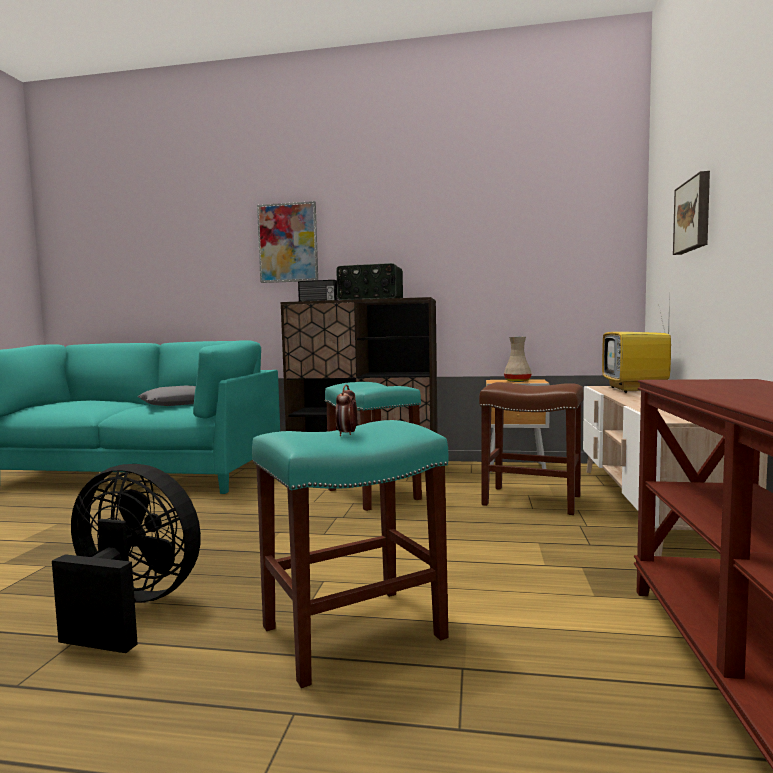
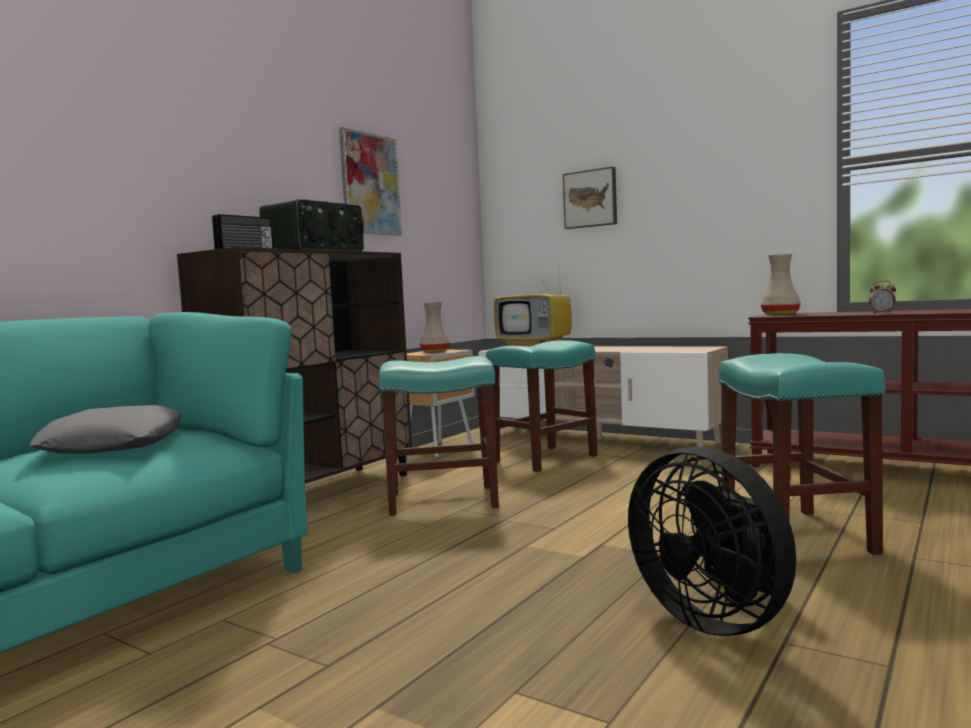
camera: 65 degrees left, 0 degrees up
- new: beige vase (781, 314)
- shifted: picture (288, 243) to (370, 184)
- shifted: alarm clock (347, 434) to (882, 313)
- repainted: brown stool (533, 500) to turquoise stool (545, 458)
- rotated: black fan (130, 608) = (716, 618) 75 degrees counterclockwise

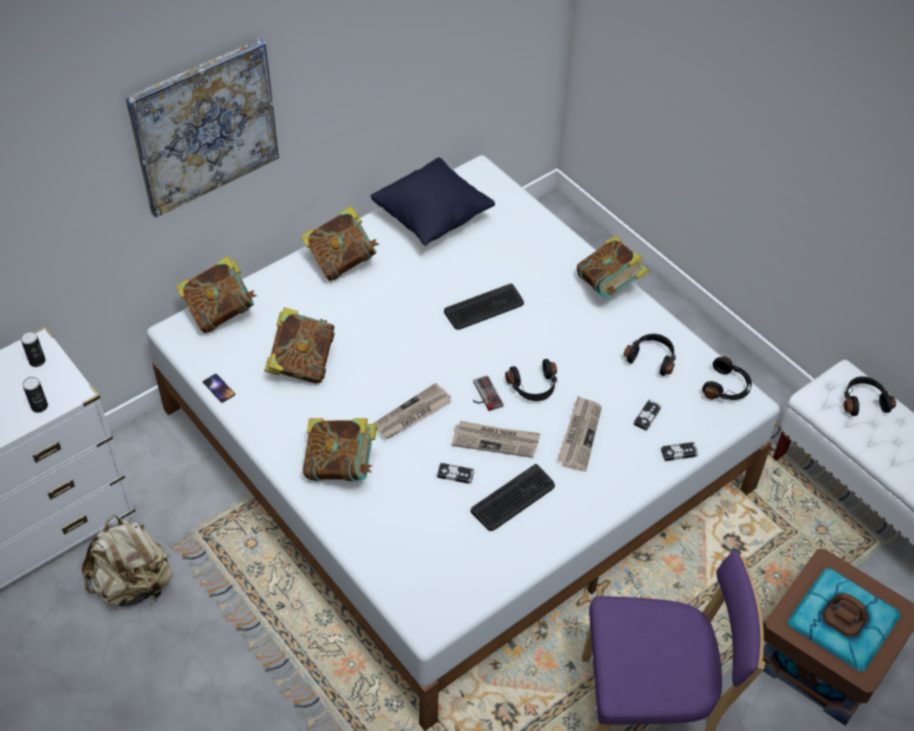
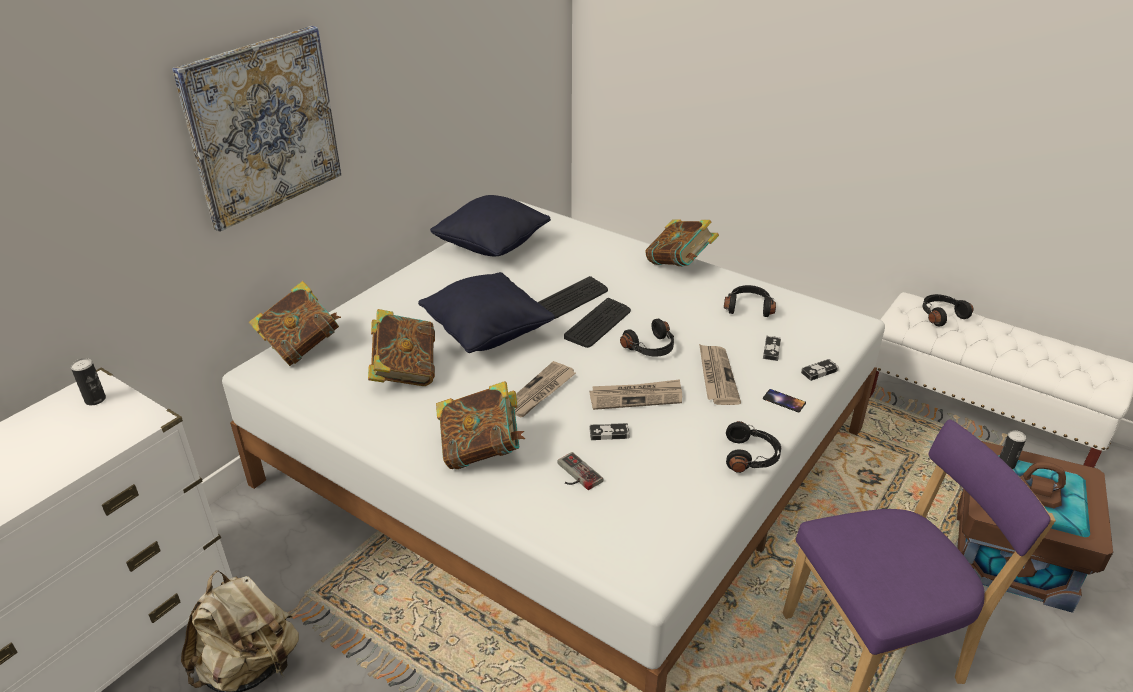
camera: 15 degrees left, 15 degrees down
- gone: book (342, 262)
- new: black pillow (487, 334)
- shifted: can (39, 406) to (1006, 464)
- shifted: phone (219, 388) to (784, 401)
- shifted: keyboard (513, 498) to (598, 324)
- shifted: game controller (483, 395) to (575, 475)
- shifted: black headphones (727, 387) to (751, 456)

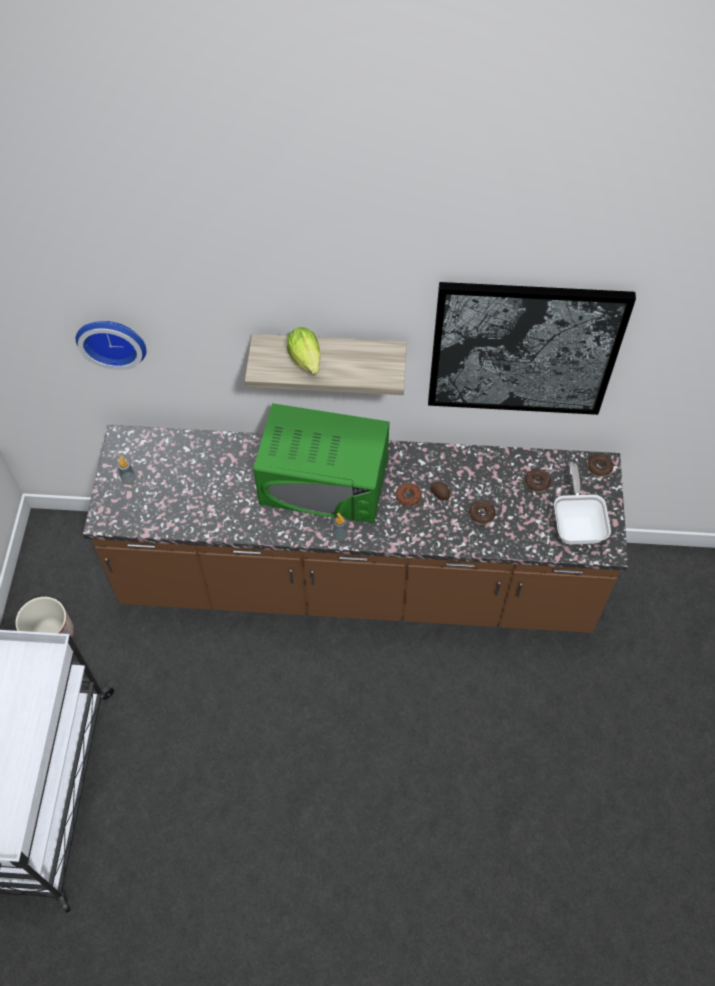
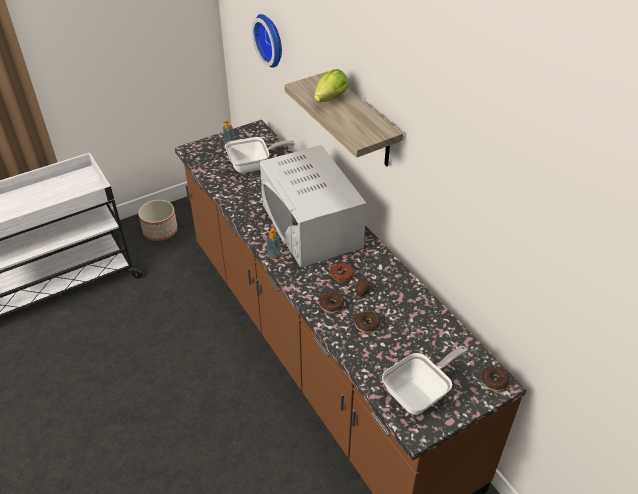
camera: 55 degrees right, 15 degrees down
- gone: picture (524, 349)
- new: frying pan (253, 165)
- shifted: donut (536, 483) to (331, 305)
- repainted: green microwave (324, 481) to white microwave (311, 226)

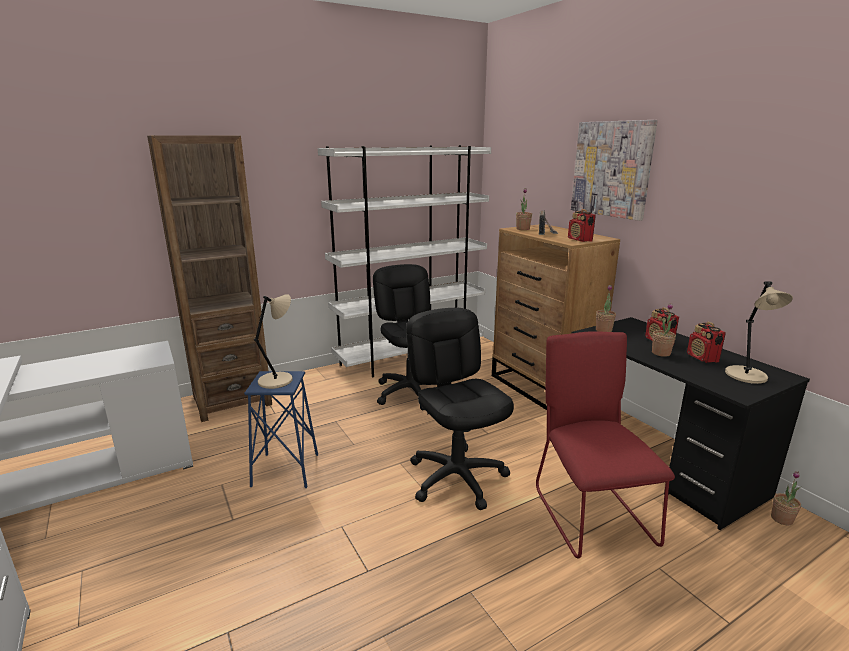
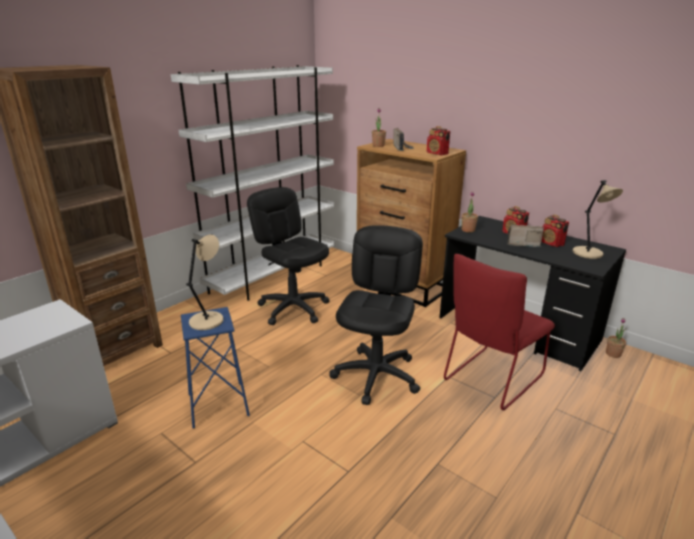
camera: 20 degrees left, 5 degrees up
- gone: picture (611, 169)
- swapped: potted plant (661, 353) to radio (521, 244)
- rotated: black office chair (457, 477) = (376, 376) 60 degrees clockwise
- rotated: red chair (589, 512) = (490, 379) 105 degrees counterclockwise

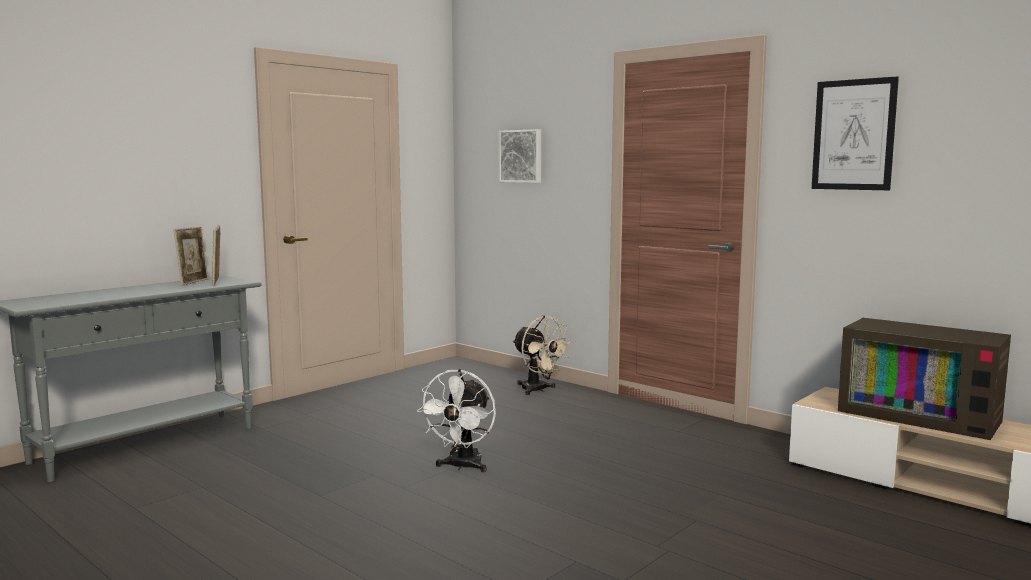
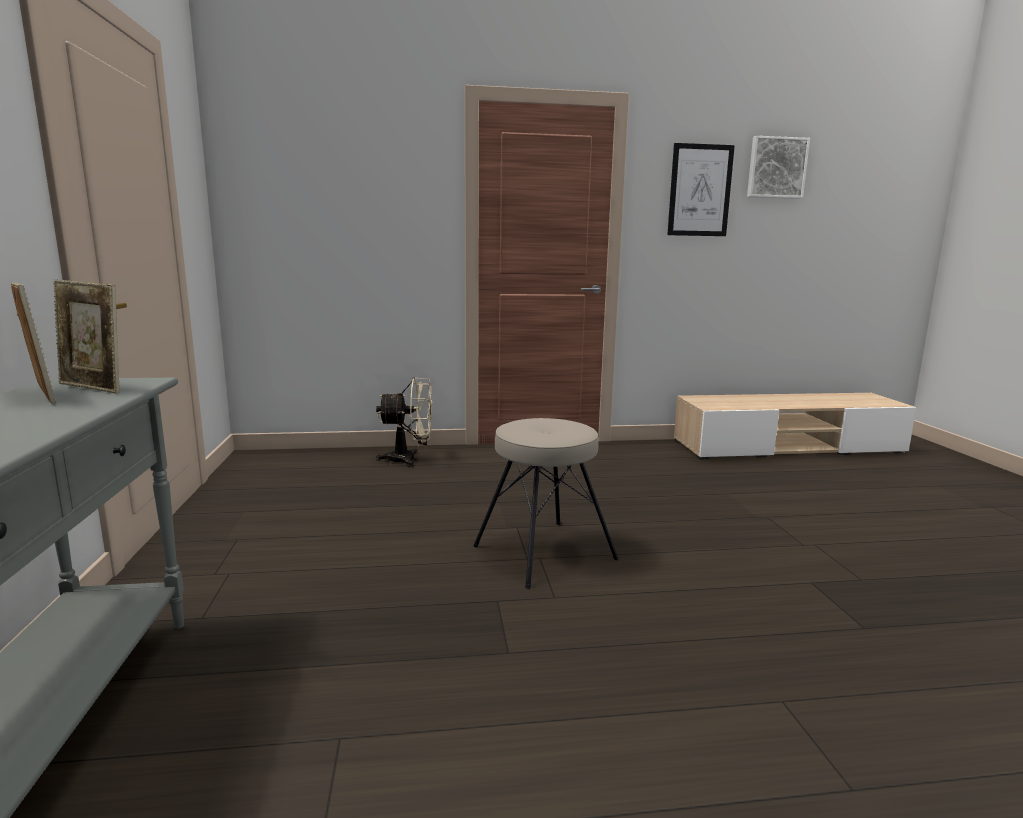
camera: 50 degrees left, 5 degrees up
- gone: television (921, 415)
- shifted: picture (521, 156) to (776, 168)
- swapped: white fan (462, 467) to beige stool (543, 551)

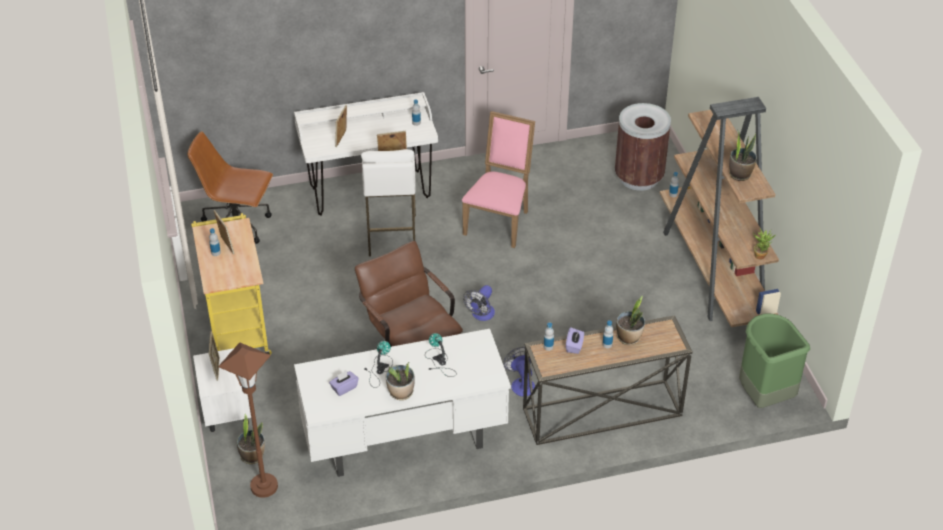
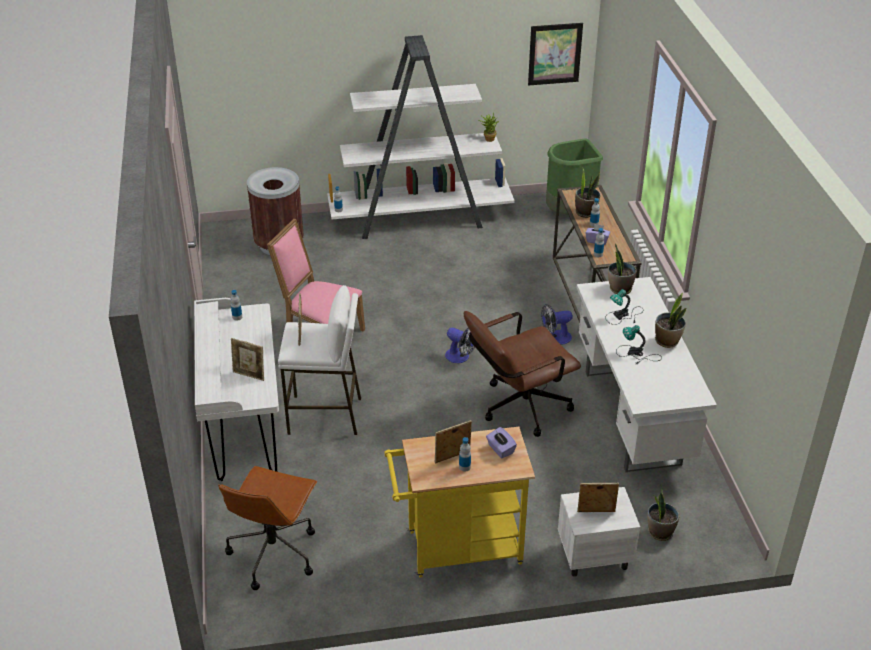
camera: 85 degrees left, 5 degrees down
- gone: brown floor lamp (264, 486)
- new: picture (554, 54)
- shifted: purple tissue box (344, 388) to (500, 449)
- shifted: potted plant (740, 174) to (619, 289)
- repainted: brown bookcase (714, 272) to white bookcase (421, 218)

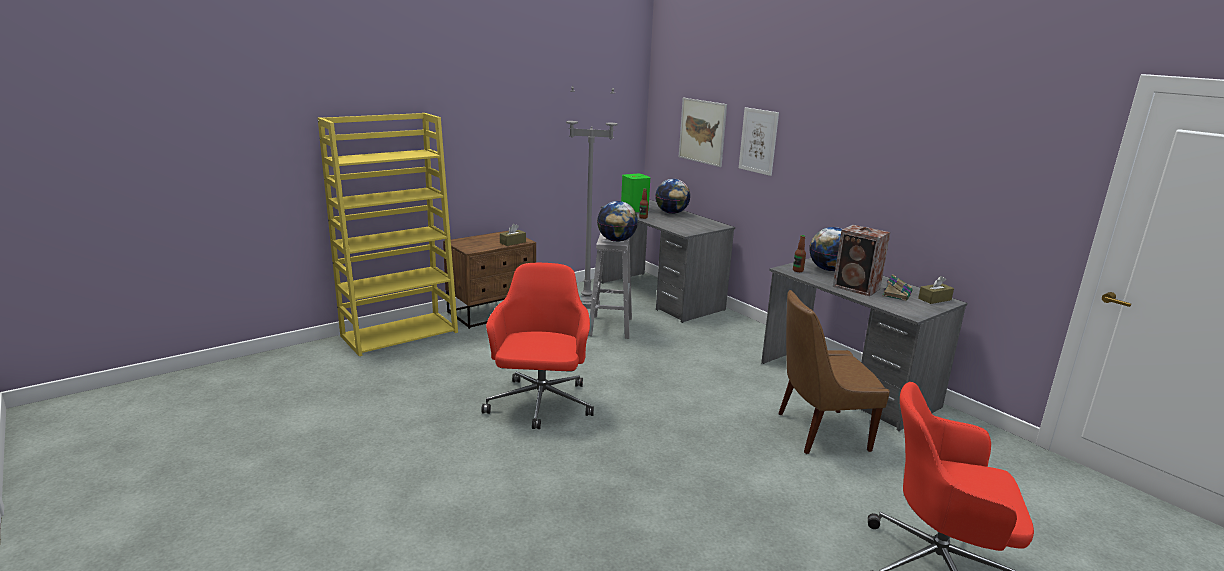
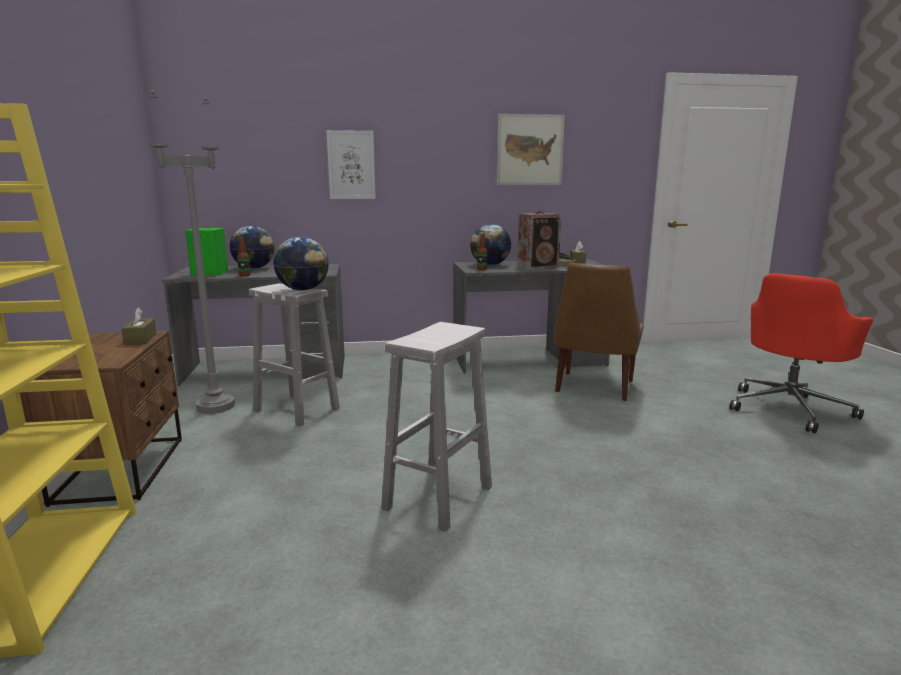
camera: 60 degrees left, 5 degrees down
- shifted: picture (702, 131) to (530, 150)
- swapped: red office chair (540, 405) to white stool (439, 497)

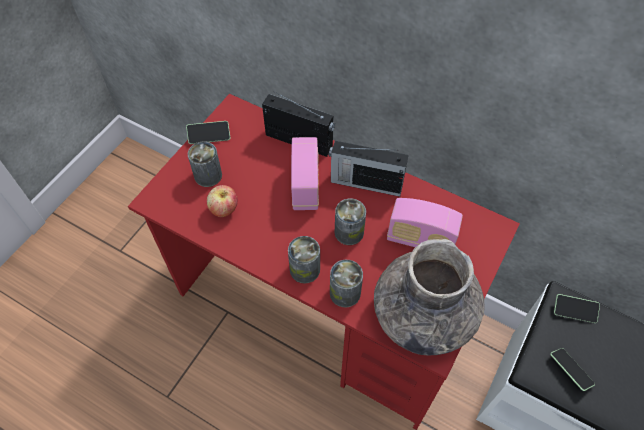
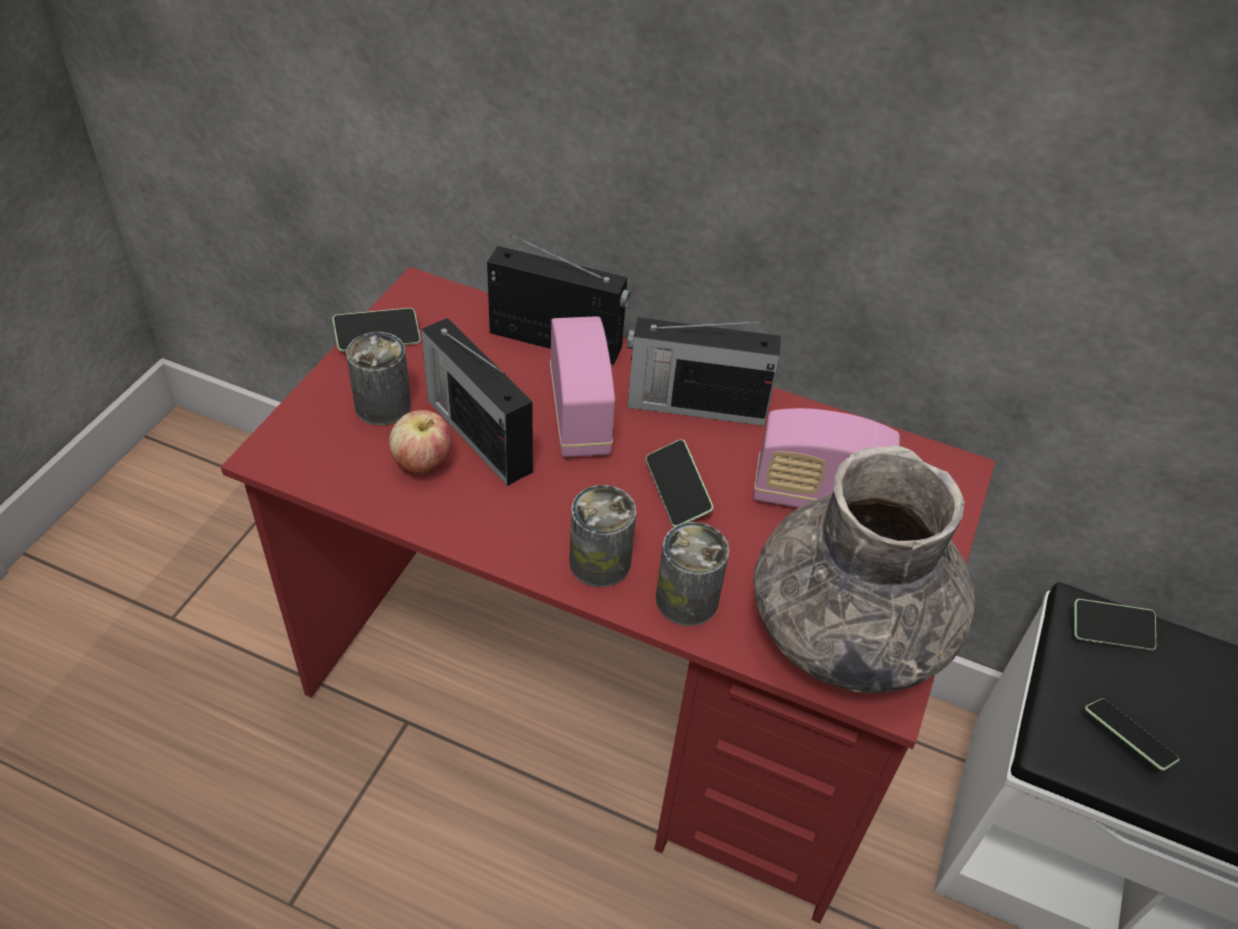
camera: 10 degrees left, 10 degrees down
- new: radio (477, 433)
- swapped: can (349, 232) to phone (677, 491)

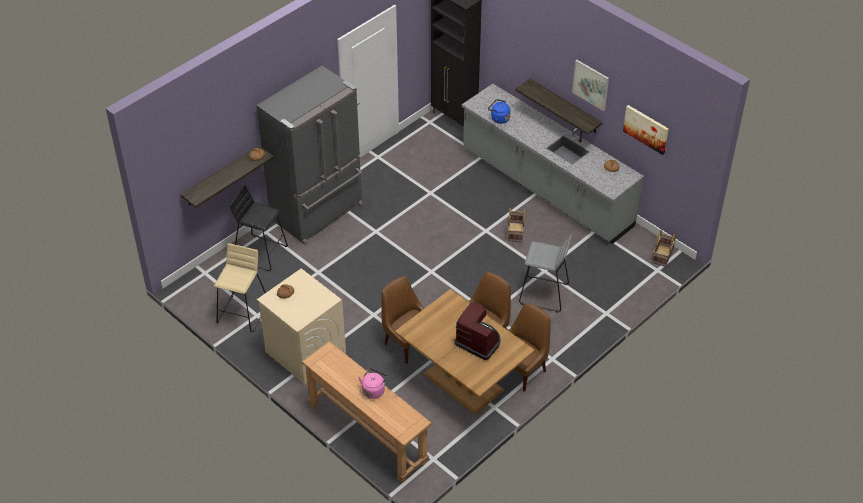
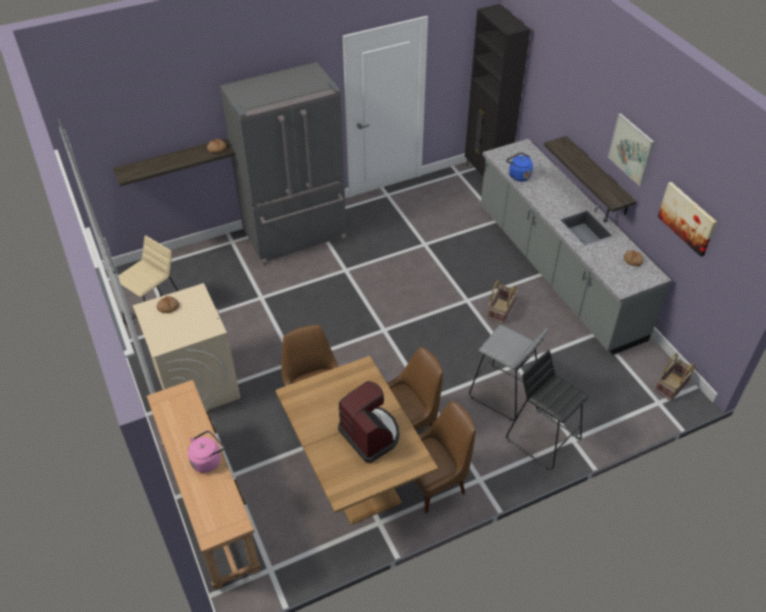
camera: 20 degrees right, 0 degrees up
- shifted: black stool (260, 252) to (543, 438)

